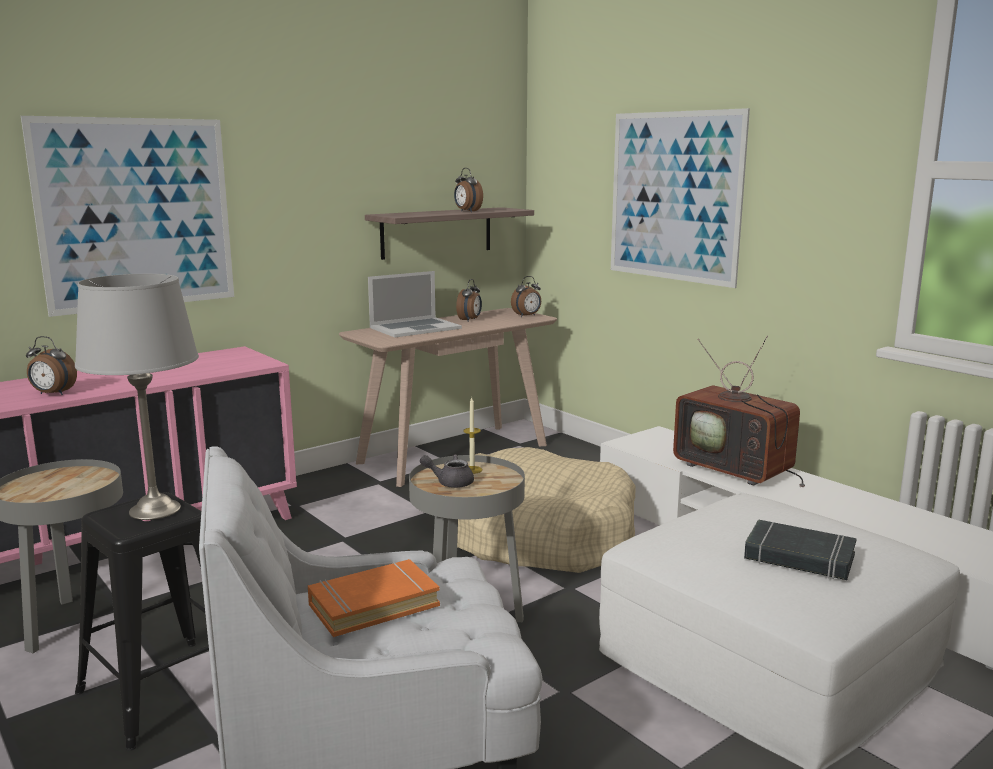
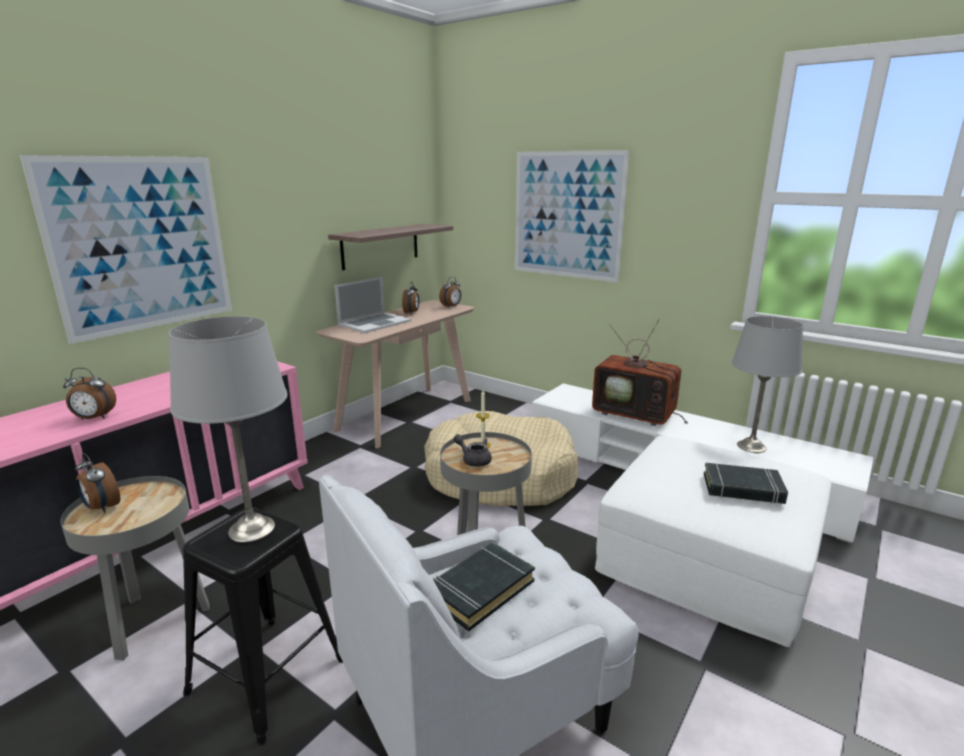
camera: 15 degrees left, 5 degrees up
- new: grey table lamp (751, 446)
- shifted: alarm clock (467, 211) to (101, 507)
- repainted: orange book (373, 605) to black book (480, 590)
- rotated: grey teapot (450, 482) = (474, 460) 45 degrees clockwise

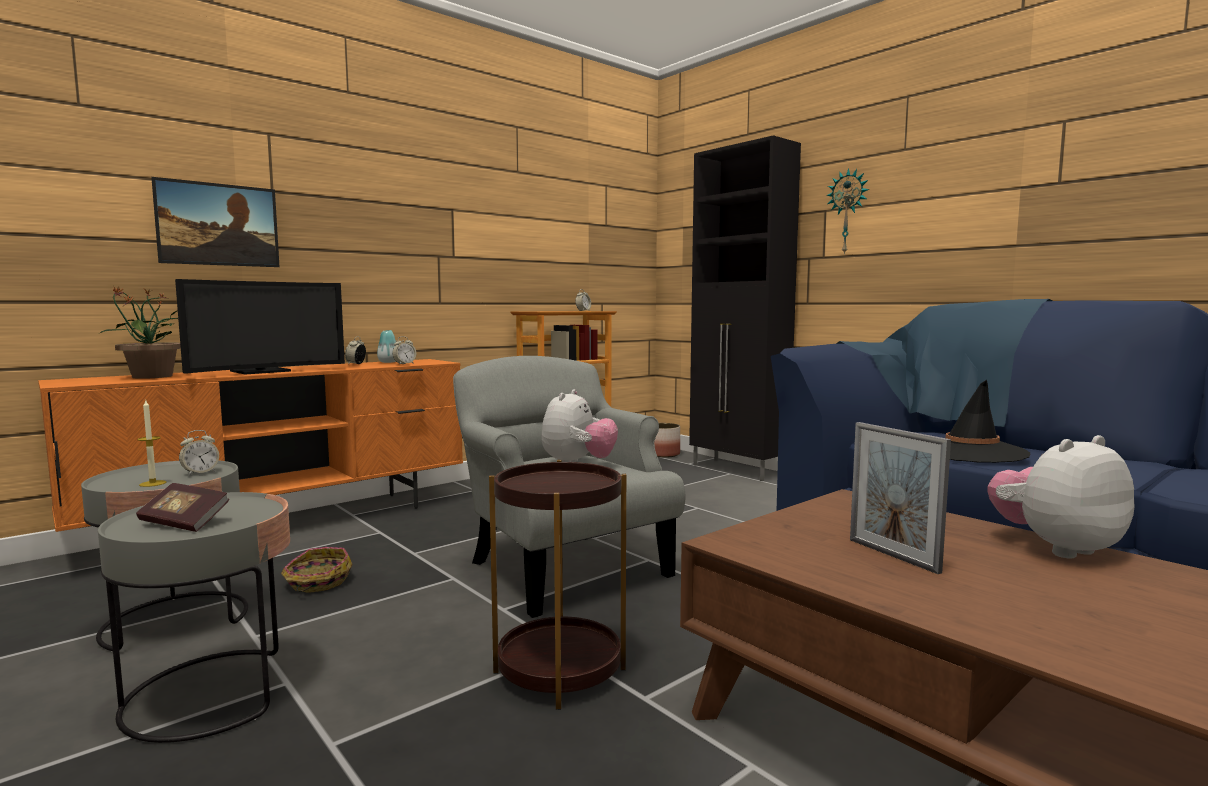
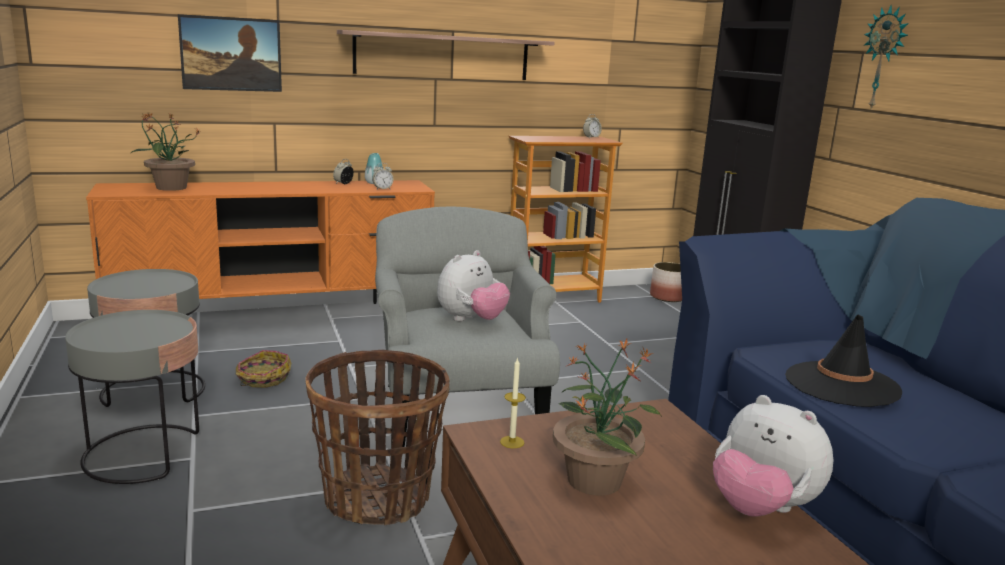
camera: 20 degrees right, 10 degrees up
- gone: book (184, 522)
- gone: television (262, 372)
- gone: alarm clock (200, 473)
- new: shelf (442, 56)
- shifted: candle (153, 483) to (512, 442)
- swapped: brown side table (559, 670) to basket (377, 498)
- swapped: picture frame (892, 555) to potted plant (595, 479)
- rotated: plush toy (1056, 548) = (761, 508) 135 degrees counterclockwise

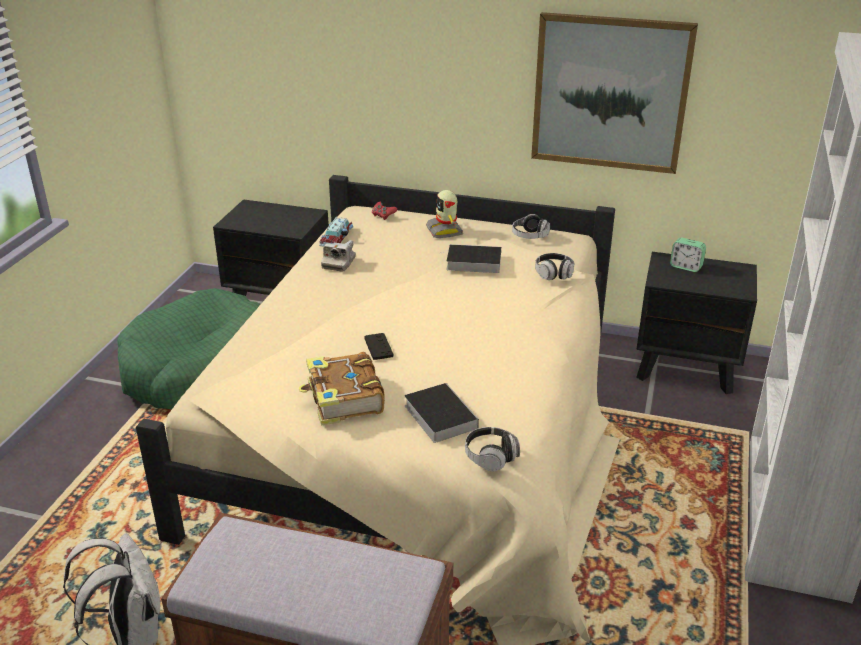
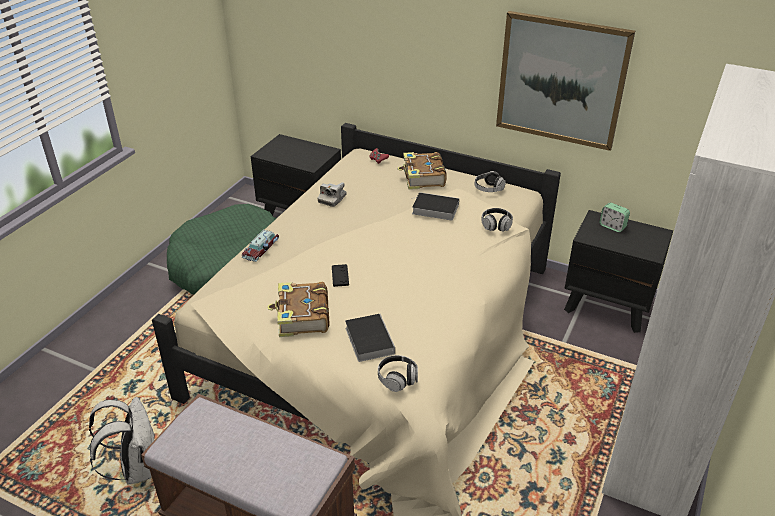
camera: 10 degrees right, 5 degrees up
- shifted: toy car (337, 237) to (262, 248)
- swapped: toy robot (445, 230) to book (422, 178)

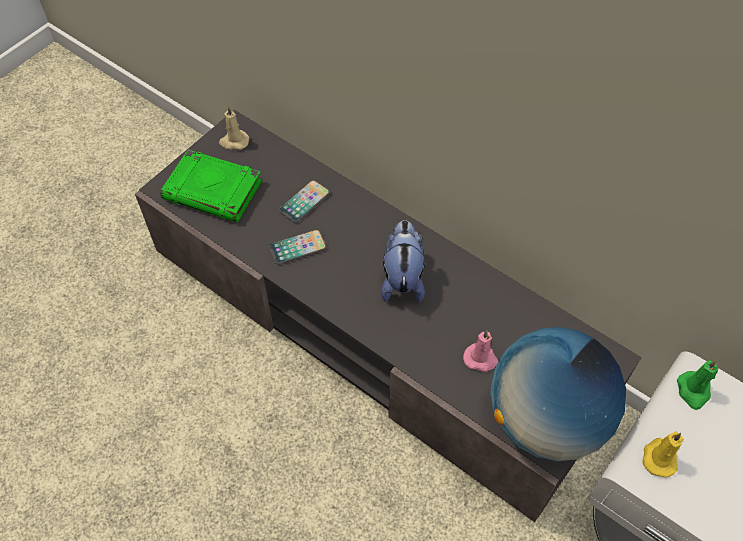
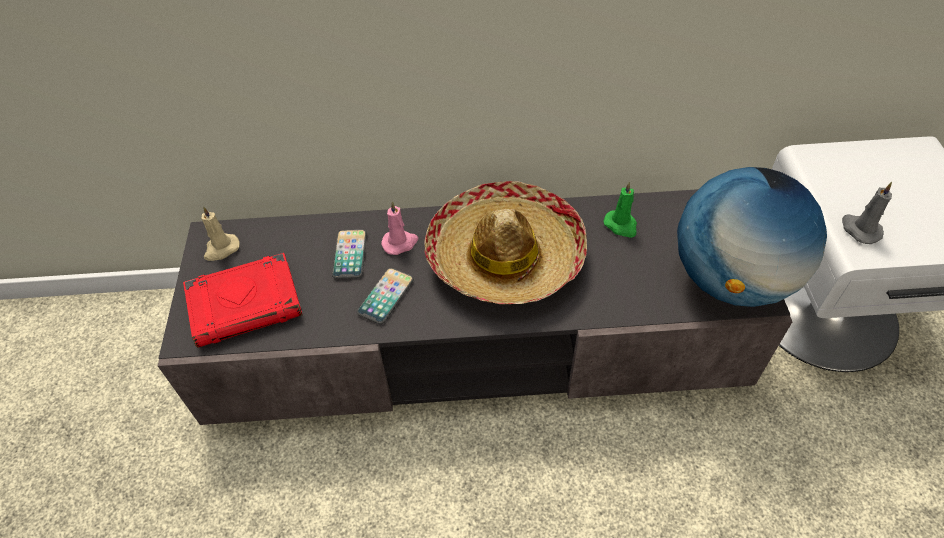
camera: 40 degrees left, 5 degrees down
- shifted: pink candle (481, 359) to (400, 243)
- shifted: green candle (693, 391) to (621, 225)
- swapped: plush toy (402, 278) to hat (505, 256)
- repainted: green book (214, 191) to red book (246, 304)
- repainted: yellow candle (659, 457) to grey candle (860, 229)

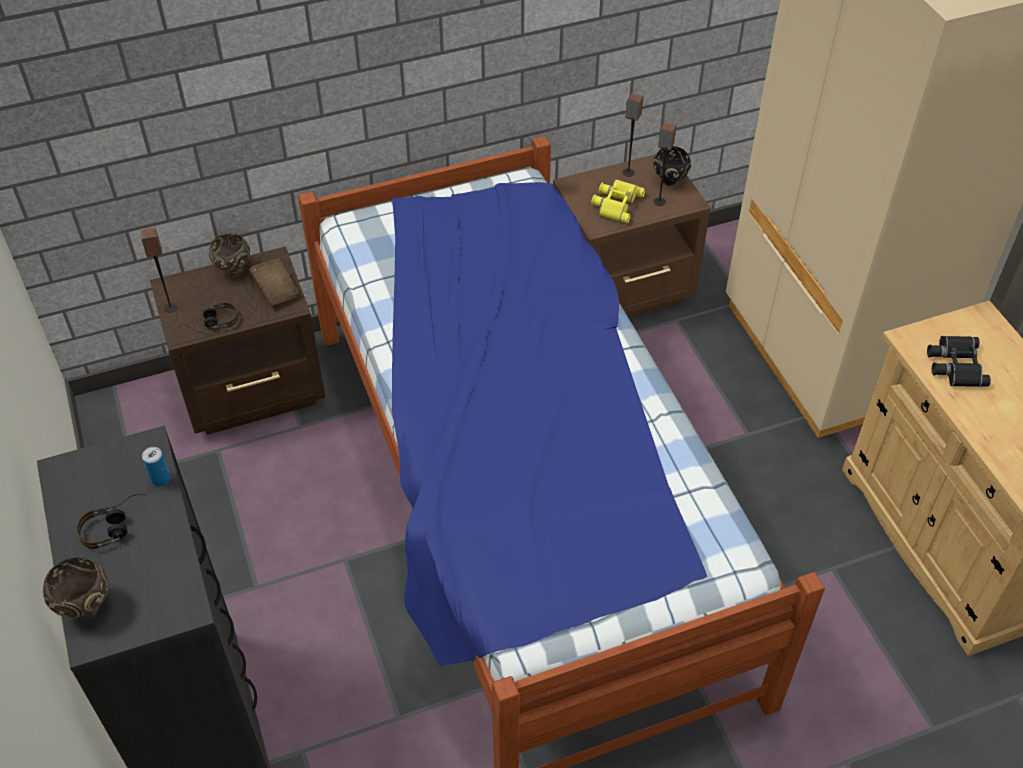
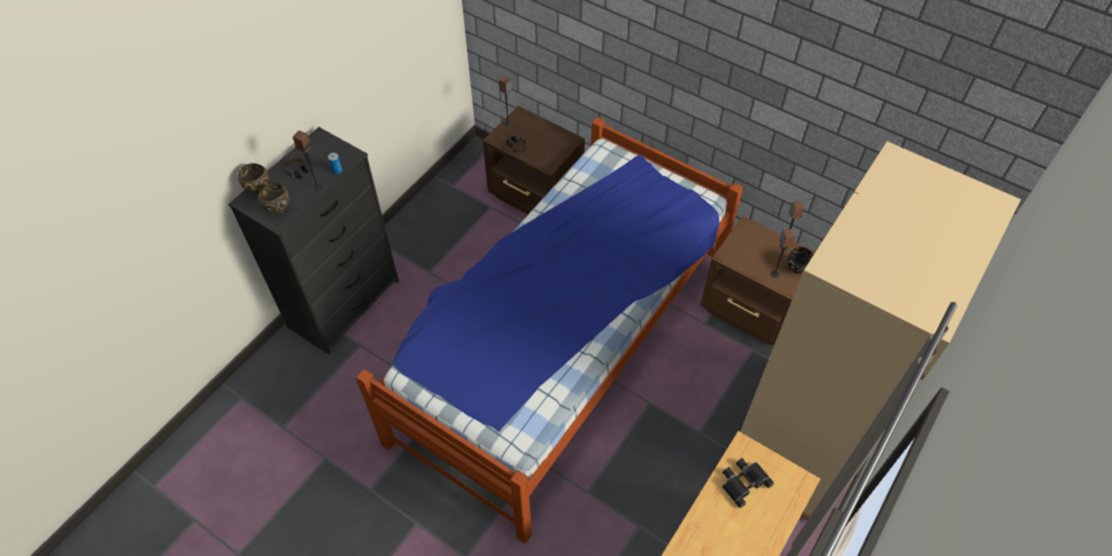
camera: 55 degrees right, 5 degrees up
- gone: brown book (275, 290)
- gone: yellow binoculars (616, 203)
- new: speaker (317, 187)
- shifted: brown bowl (233, 270) to (278, 209)

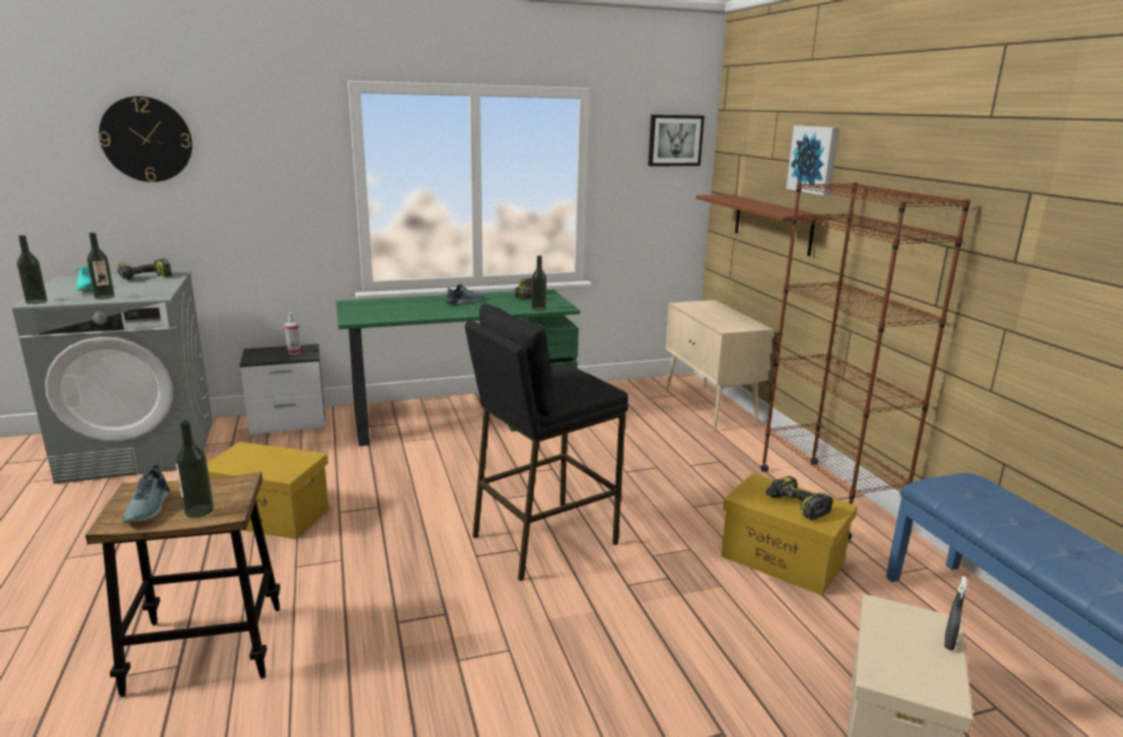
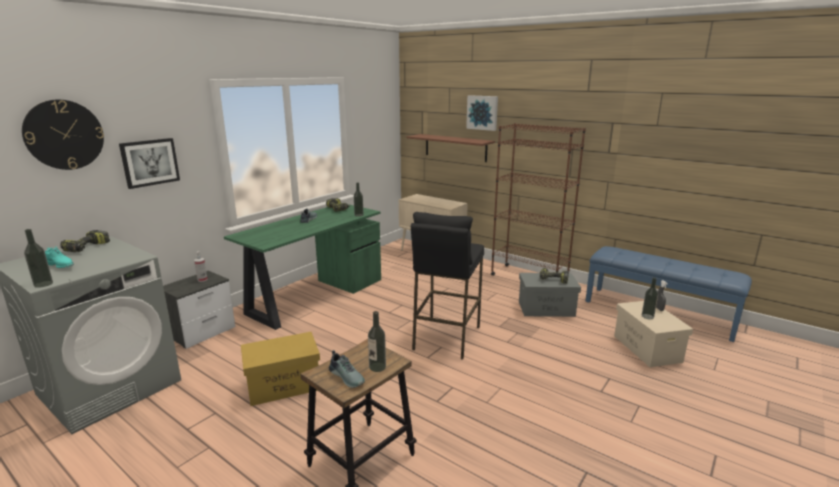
camera: 35 degrees left, 0 degrees up
- shifted: bottle (104, 297) to (647, 316)
- shifted: picture (675, 140) to (150, 162)
- repainted: yellow storage box (783, 560) to grey storage box (546, 308)

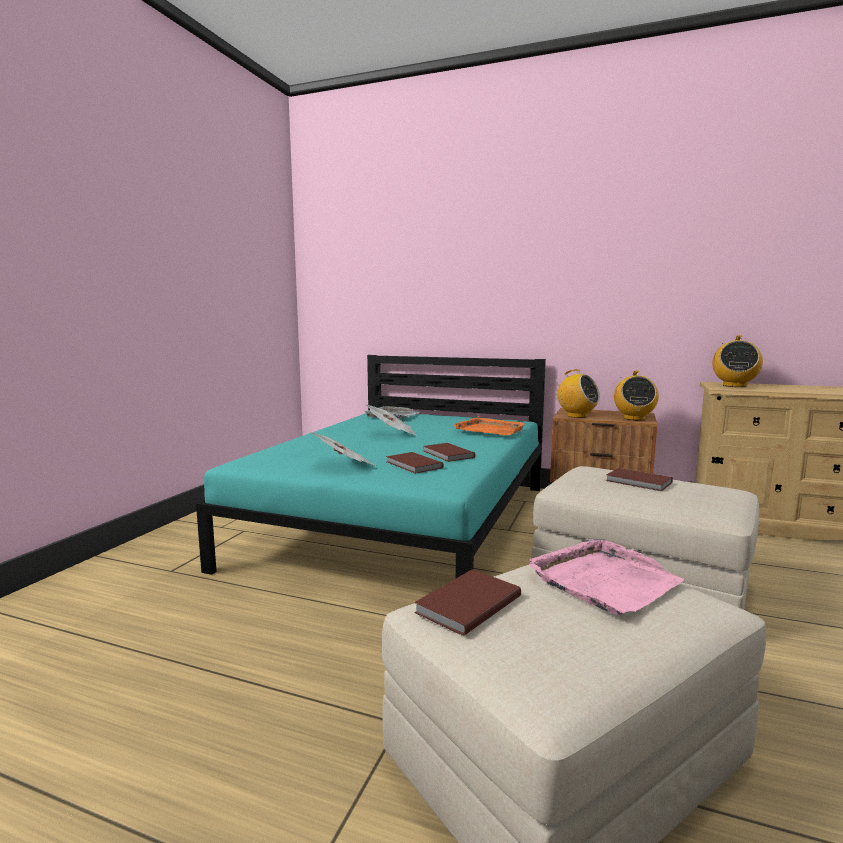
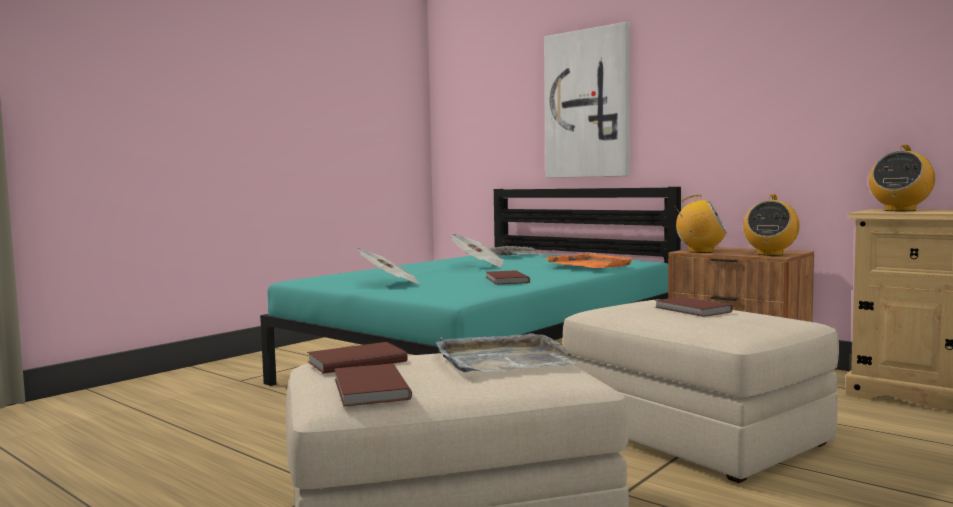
camera: 20 degrees right, 5 degrees down
- new: picture (587, 104)
- shifted: brown book (413, 465) to (368, 389)
- repainted: pink tray (604, 580) to grey tray (502, 360)
- rotated: radio (576, 416) = (700, 251) 45 degrees counterclockwise

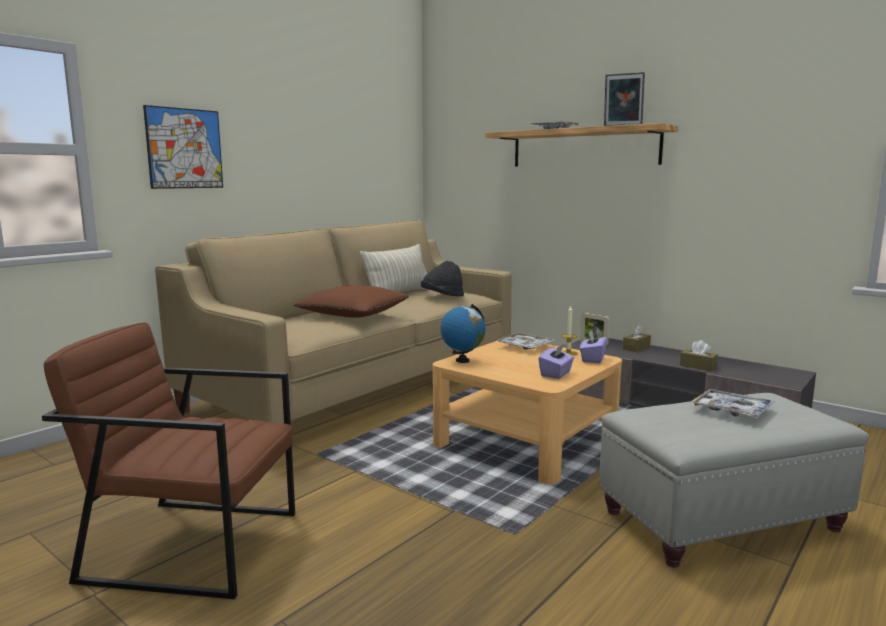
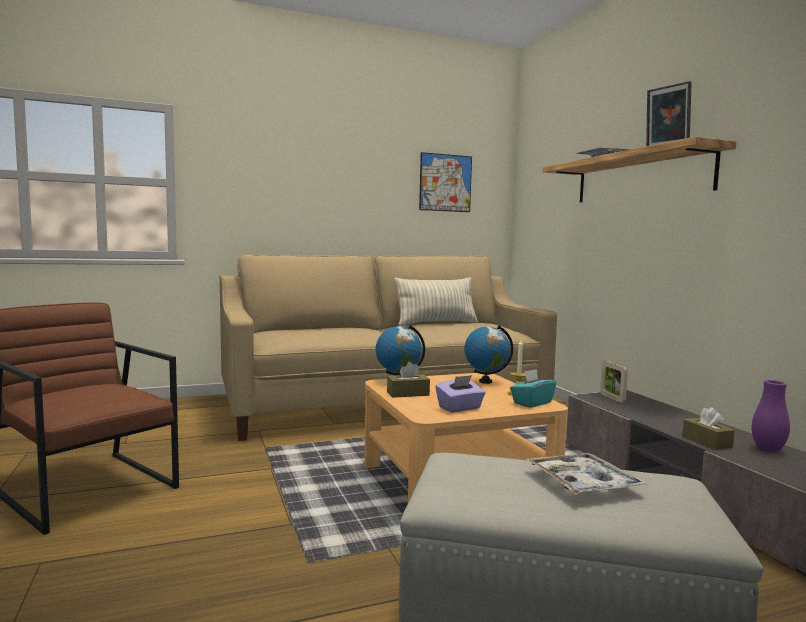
camera: 30 degrees right, 5 degrees down
- gone: brown pillow (353, 314)
- gone: black hat (442, 296)
- new: purple vase (768, 450)
- shifted: picture (185, 148) to (445, 183)
- shifted: brown tissue box (636, 348) to (408, 394)
- swapped: tray (525, 346) to globe (485, 381)
- repainted: purple tissue box (592, 359) to turquoise tissue box (532, 403)

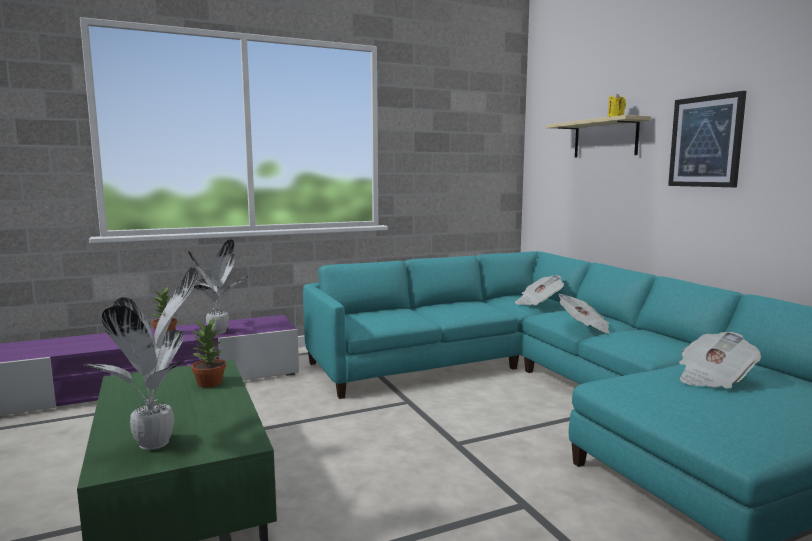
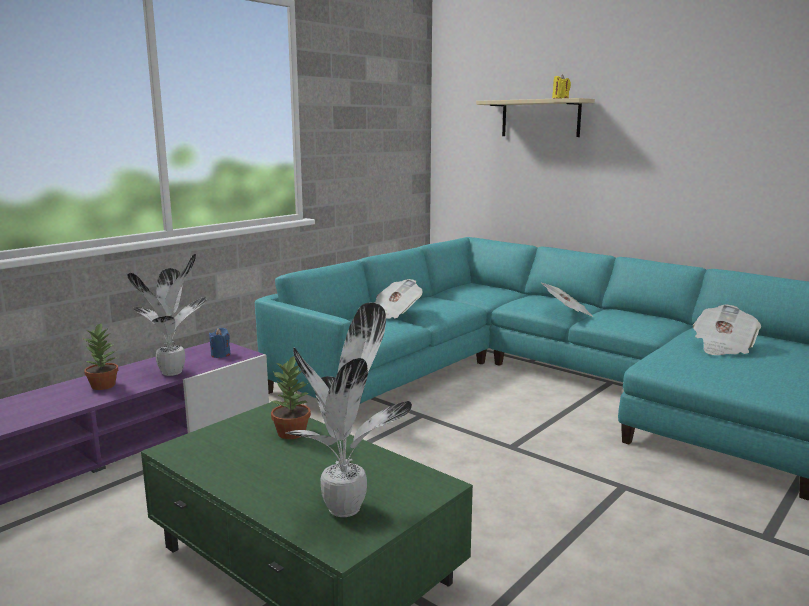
camera: 25 degrees left, 5 degrees up
- gone: picture (706, 141)
- new: blue candle (220, 355)
- shifted: newspaper (538, 303) to (394, 314)

